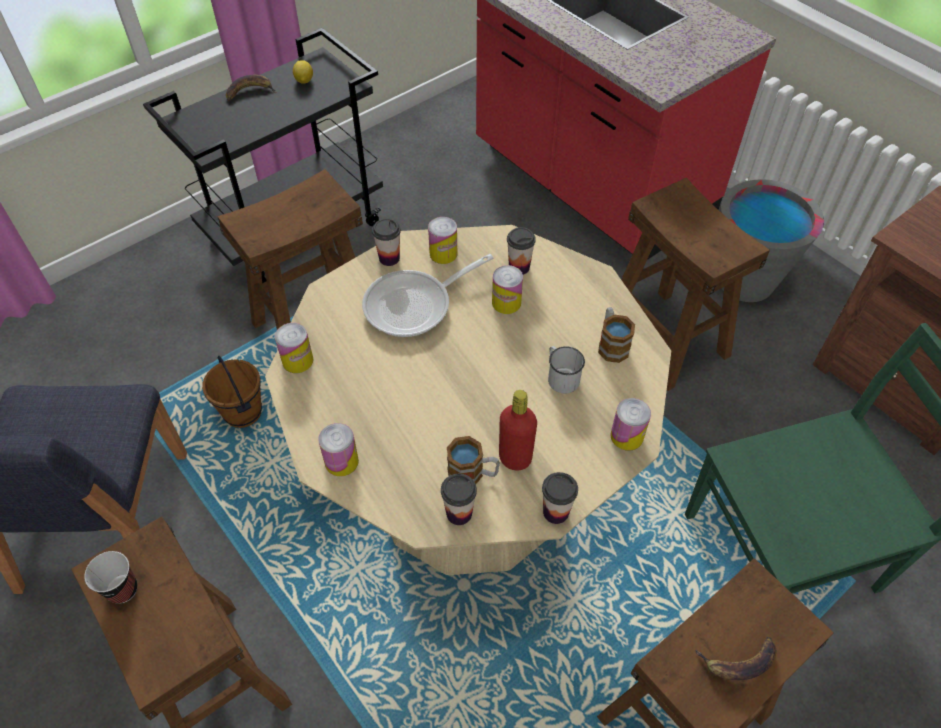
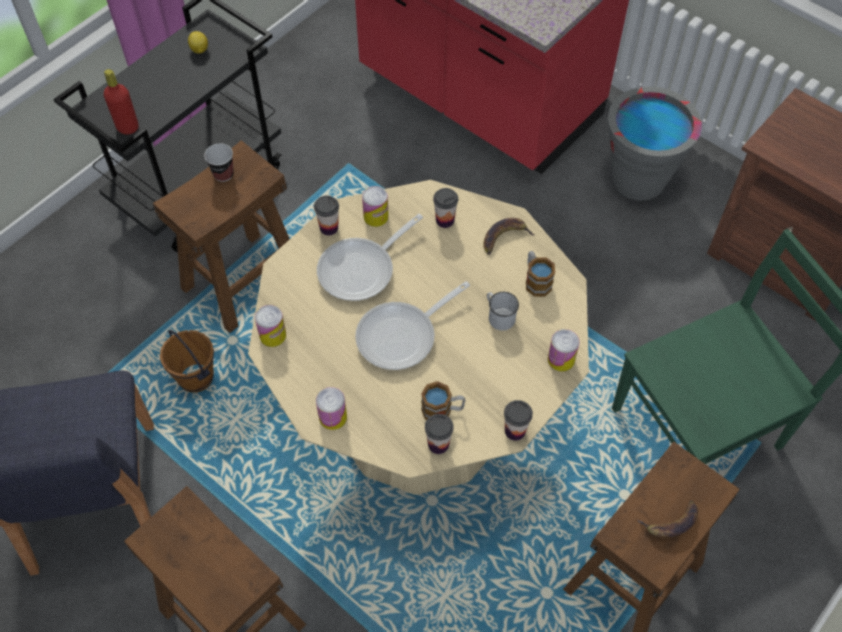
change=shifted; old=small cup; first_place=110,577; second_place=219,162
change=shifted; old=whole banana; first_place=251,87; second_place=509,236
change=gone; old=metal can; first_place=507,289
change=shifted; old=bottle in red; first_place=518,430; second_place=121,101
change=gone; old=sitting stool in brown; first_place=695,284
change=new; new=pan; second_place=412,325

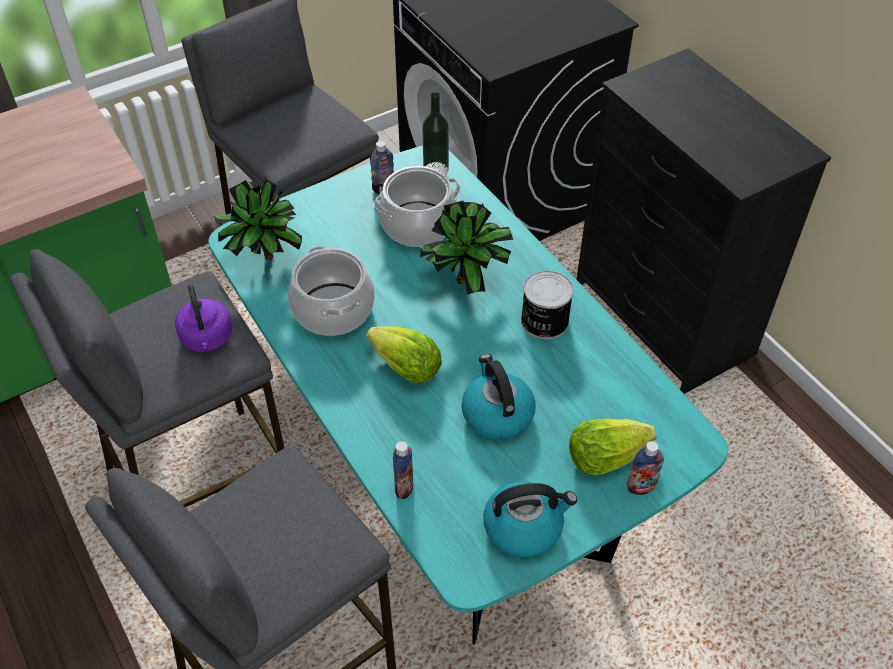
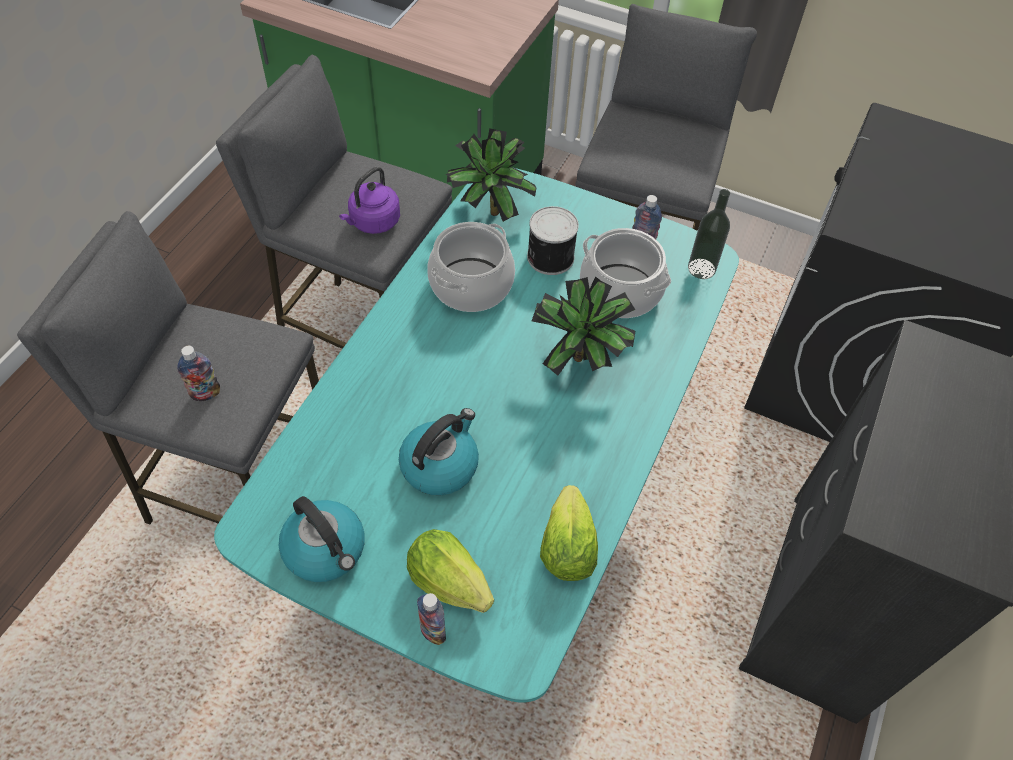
change=shifted; old=lettuce; first_place=404,355; second_place=569,533
change=shifted; old=bottle; first_place=403,470; second_place=198,373
change=shifted; old=metal can; first_place=547,305; second_place=553,240

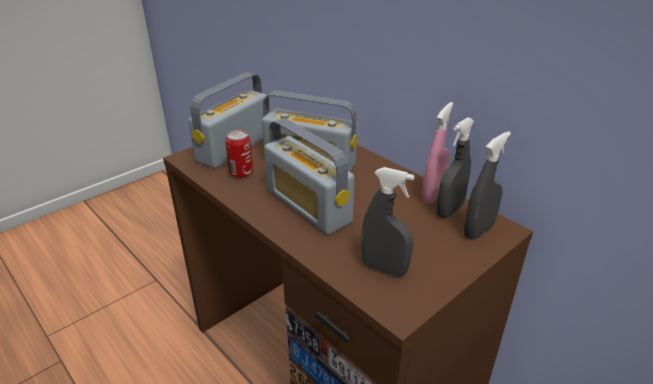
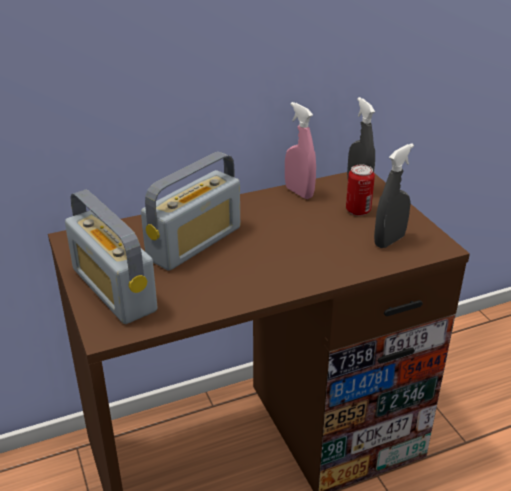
change=shifted; old=metal can; first_place=239,154; second_place=360,190
change=gone; old=radio receiver; first_place=309,176
change=gone; old=hand sprayer in grey; first_place=455,167

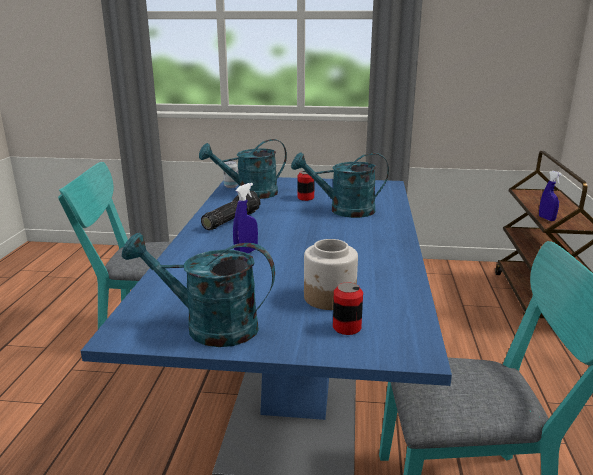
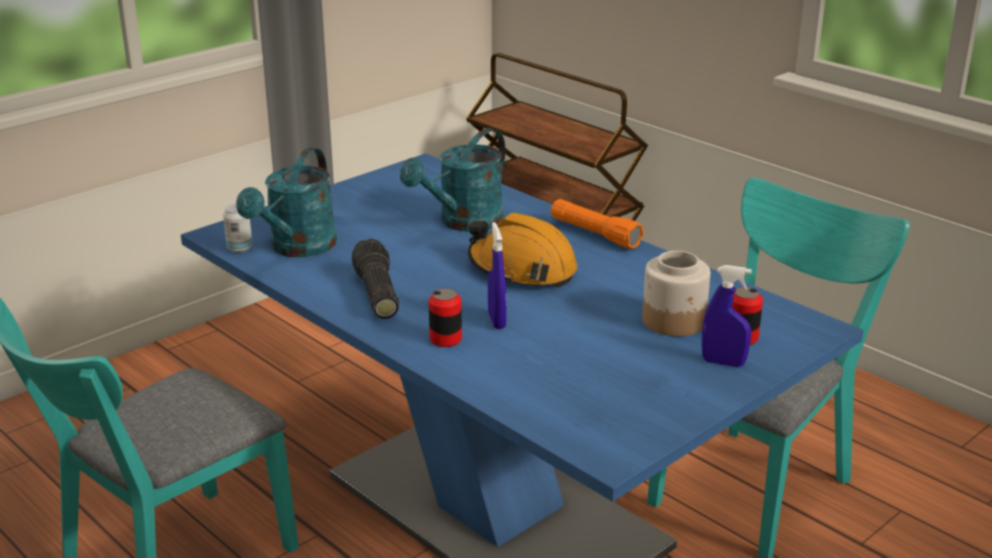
change=gone; old=watering can in blue-green; first_place=198,290
change=shifted; old=metal can; first_place=306,186; second_place=445,318
change=shifted; old=hand sprayer in blue-coloured; first_place=550,196; second_place=726,316
change=new; new=work helmet in orangey; second_place=522,250
change=new; new=hand torch in orangey; second_place=597,224

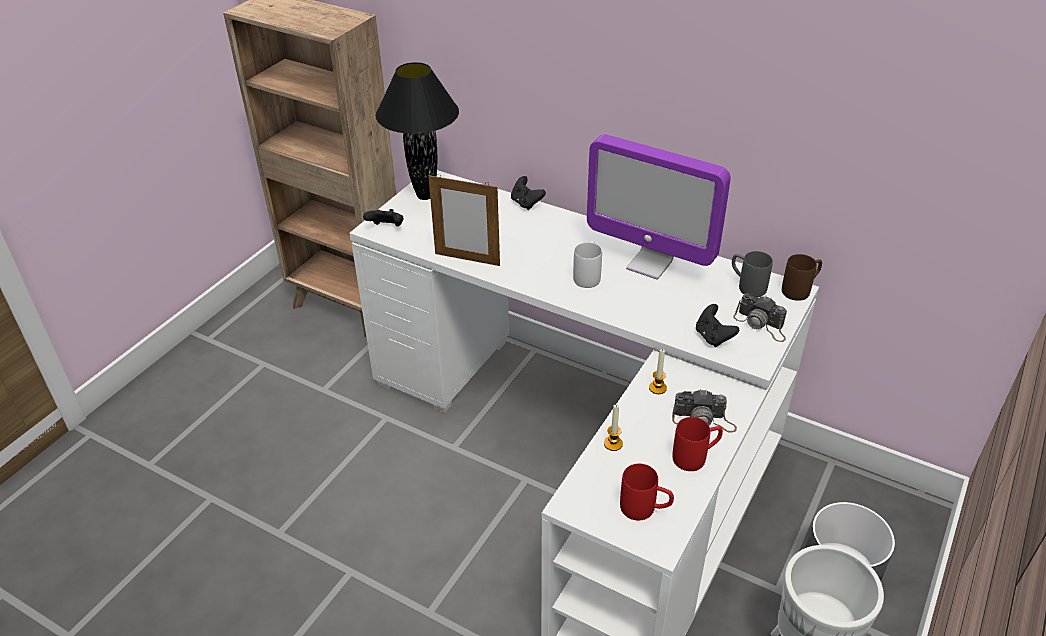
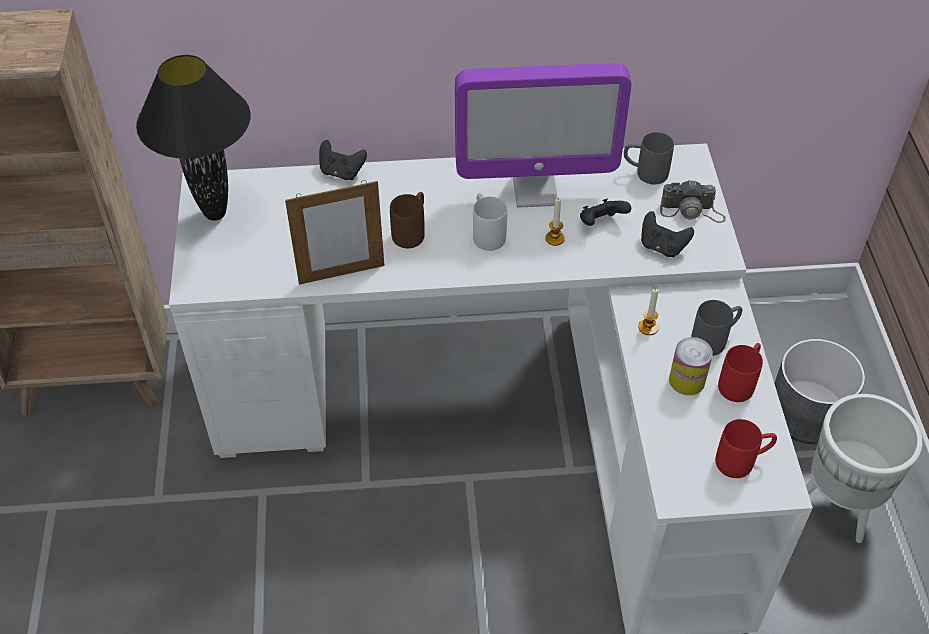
change=shifted; old=joypad in black-coloured; first_place=383,218; second_place=605,212
change=shifted; old=wax candle; first_place=613,428; second_place=555,222
change=swapped; old=still camera; new=mug in grey; first_place=704,411; second_place=716,328
change=shifted; old=mug in brown; first_place=802,277; second_place=407,220
change=new; new=metal can; second_place=691,366

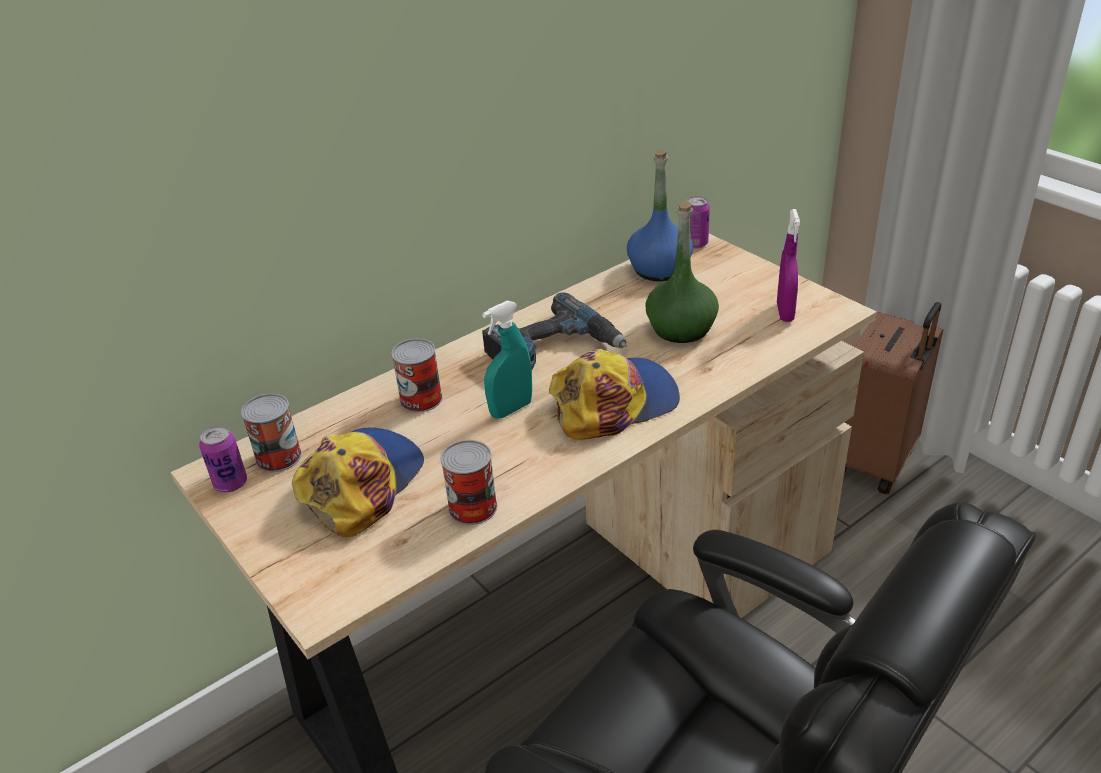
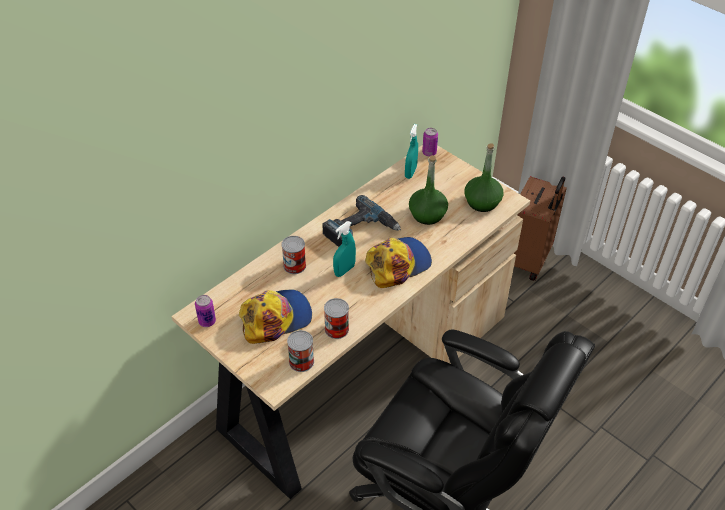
change=shifted; old=metal can; first_place=271,433; second_place=300,351
change=rotated; old=baseball cap; first_place=358,482; second_place=275,317; degrees=45
change=swapped; old=bottle in blue-coloured; new=hand sprayer in blue-green; first_place=660,215; second_place=411,151
change=swapped; old=hand sprayer in purple; new=bottle in green; first_place=788,265; second_place=484,177

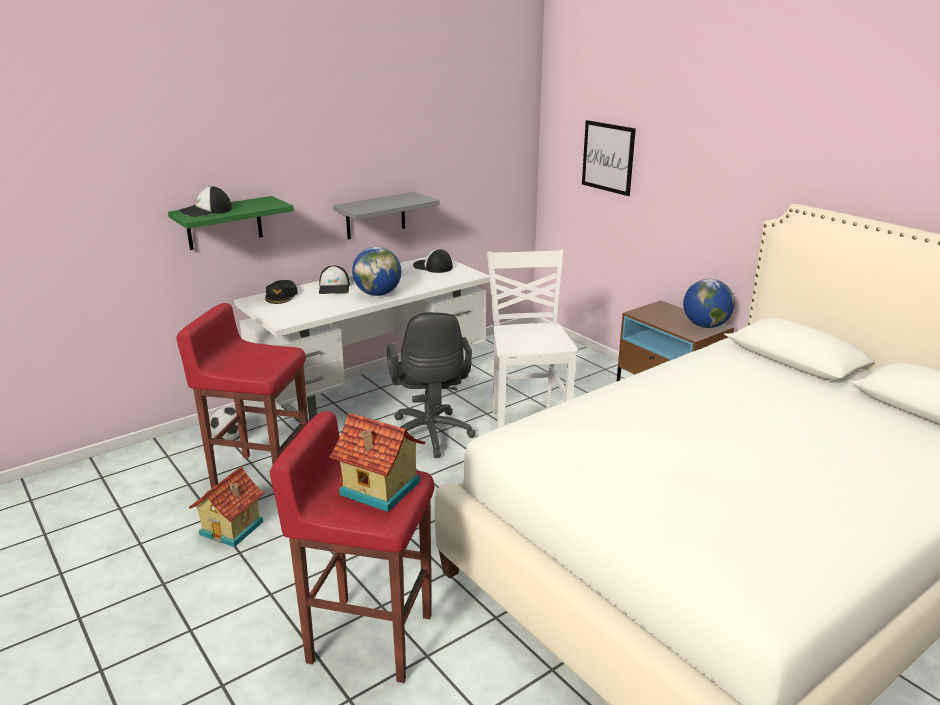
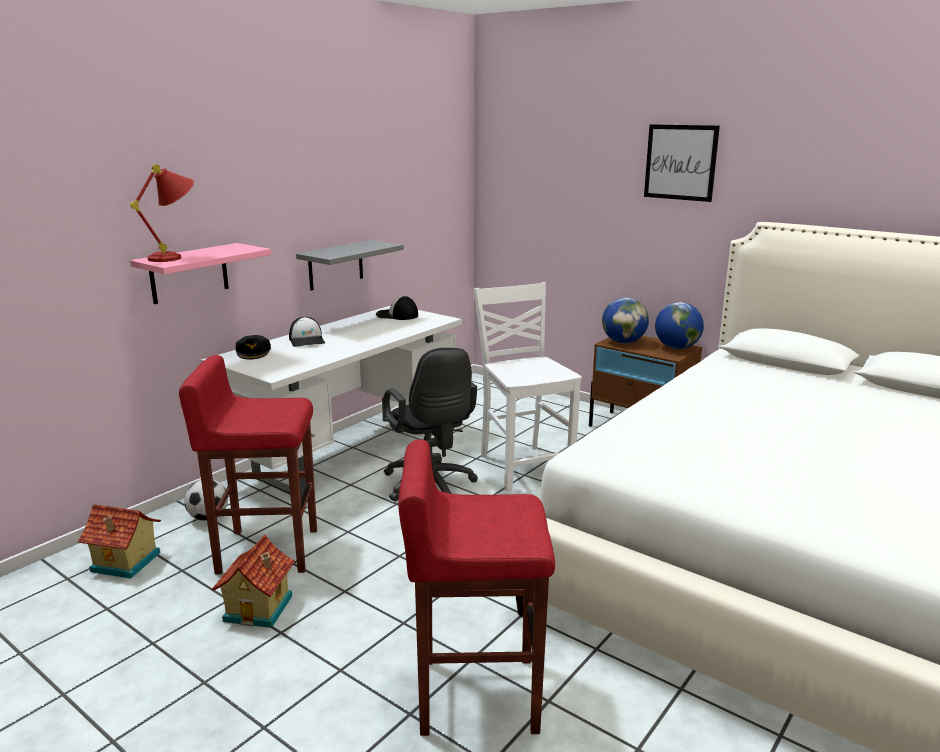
change=repainted; old=bracket shelf in green; new=bracket shelf in pinkish; first_place=231,223; second_place=201,273
change=swapped; old=baseball cap; new=tabletop lamp in red; first_place=205,201; second_place=162,213
change=shifted; old=model house; first_place=377,462; second_place=119,541
change=shifted; old=desk globe; first_place=376,271; second_place=625,320
change=shifted; old=wall art; first_place=609,158; second_place=682,163

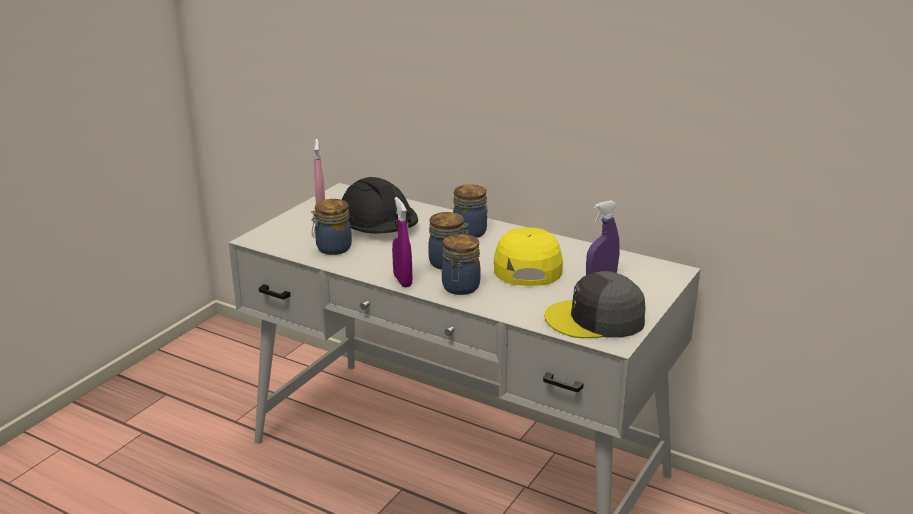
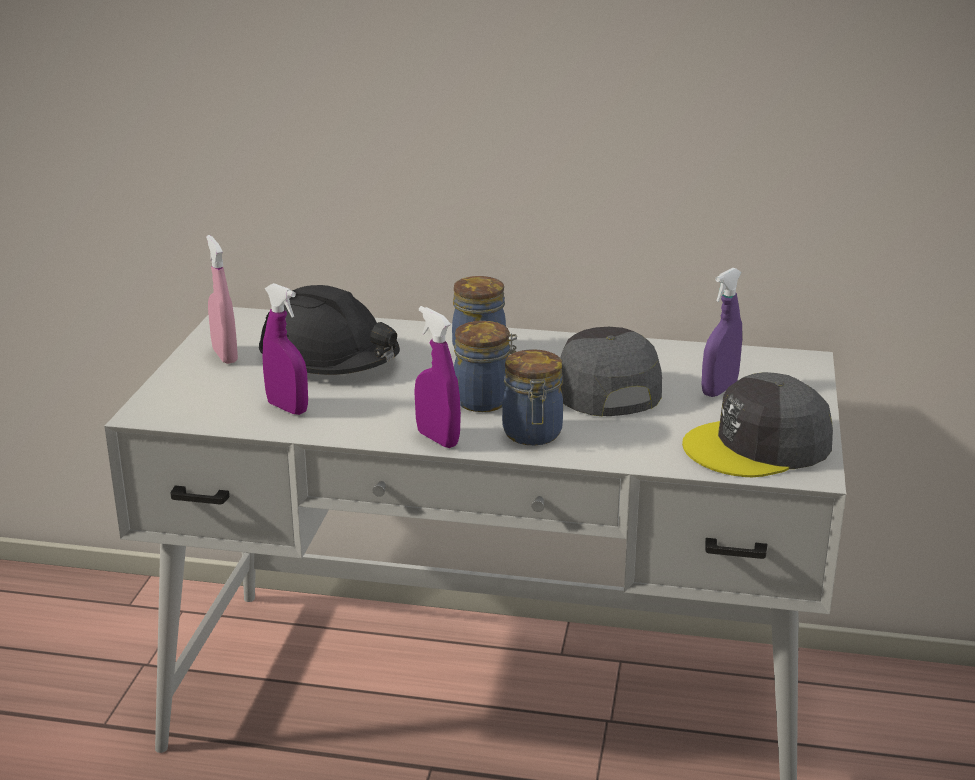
change=swapped; old=jar; new=hand sprayer in purple; first_place=331,227; second_place=285,349
change=repainted; old=baseball cap in yellow; new=baseball cap in grey; first_place=528,256; second_place=611,371

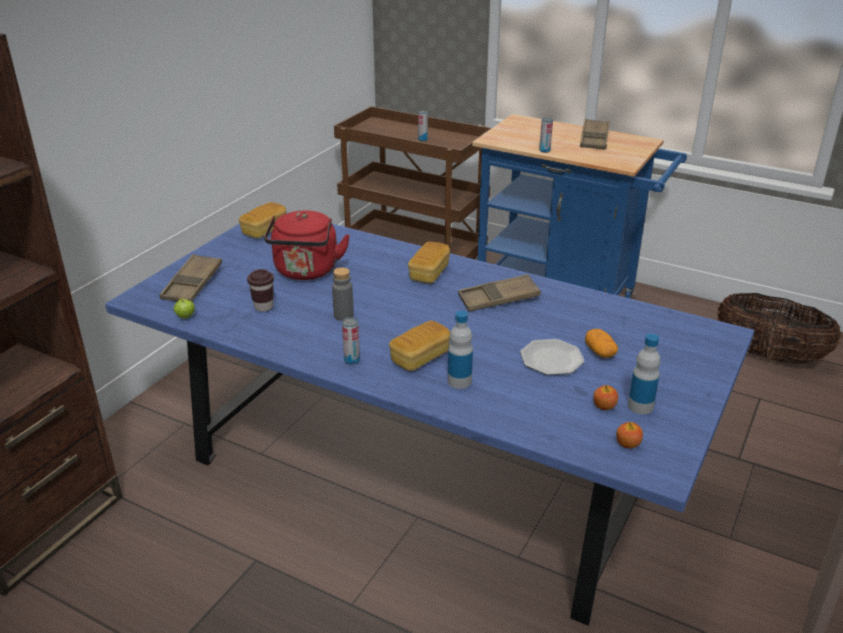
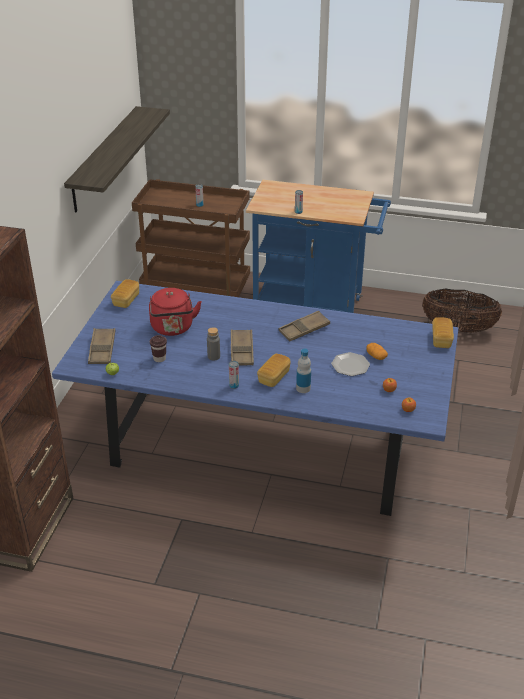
change=shifted; old=bakery bread; first_place=429,262; second_place=443,332
change=shifted; old=serving tray in brown; first_place=595,134; second_place=242,347
change=gone; old=bottle; first_place=644,374
change=new; new=bracket shelf; second_place=117,159

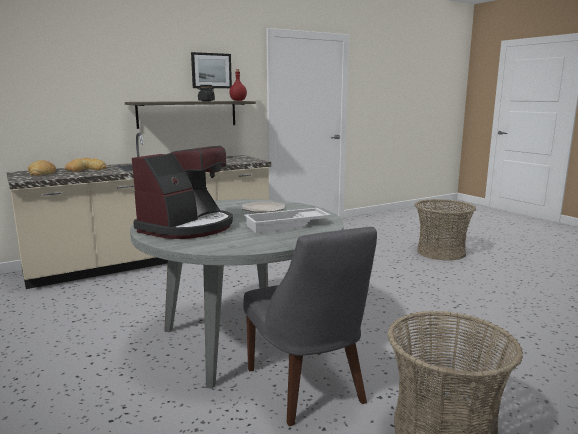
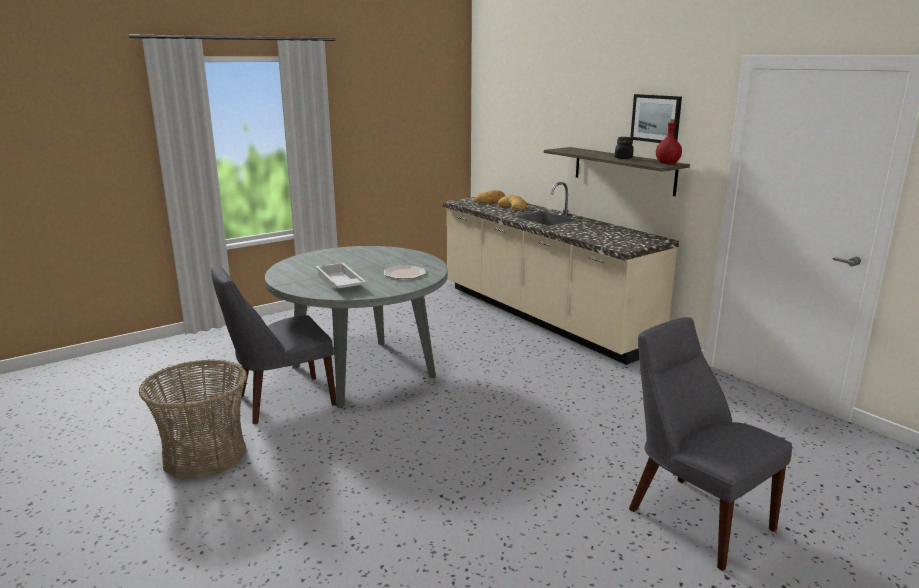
change=gone; old=coffee maker; first_place=182,192
change=swapped; old=storage basket; new=chair in grey; first_place=445,230; second_place=710,444

